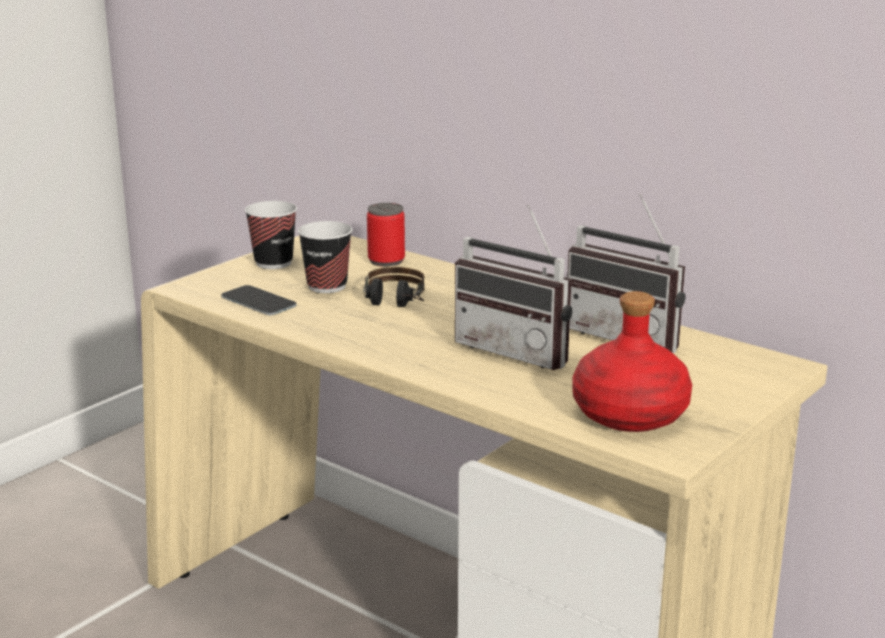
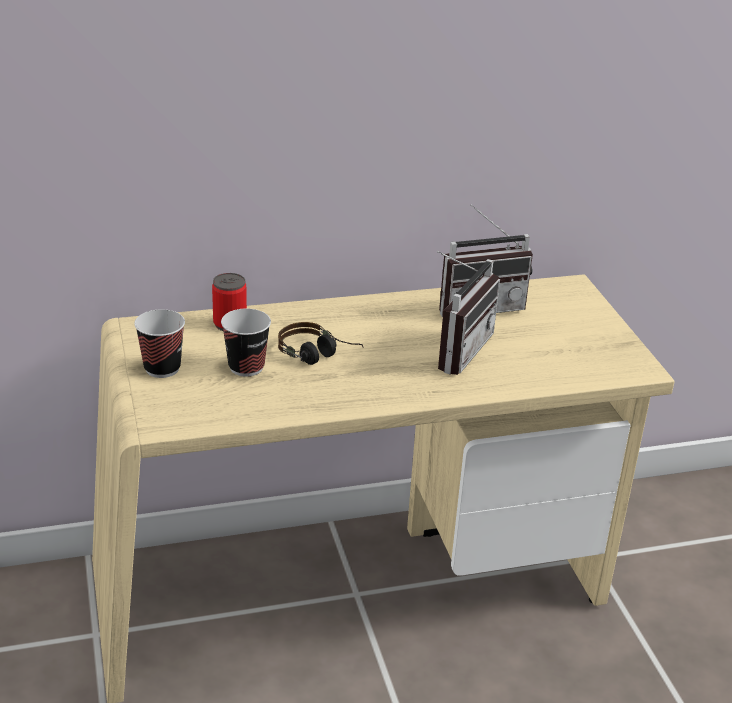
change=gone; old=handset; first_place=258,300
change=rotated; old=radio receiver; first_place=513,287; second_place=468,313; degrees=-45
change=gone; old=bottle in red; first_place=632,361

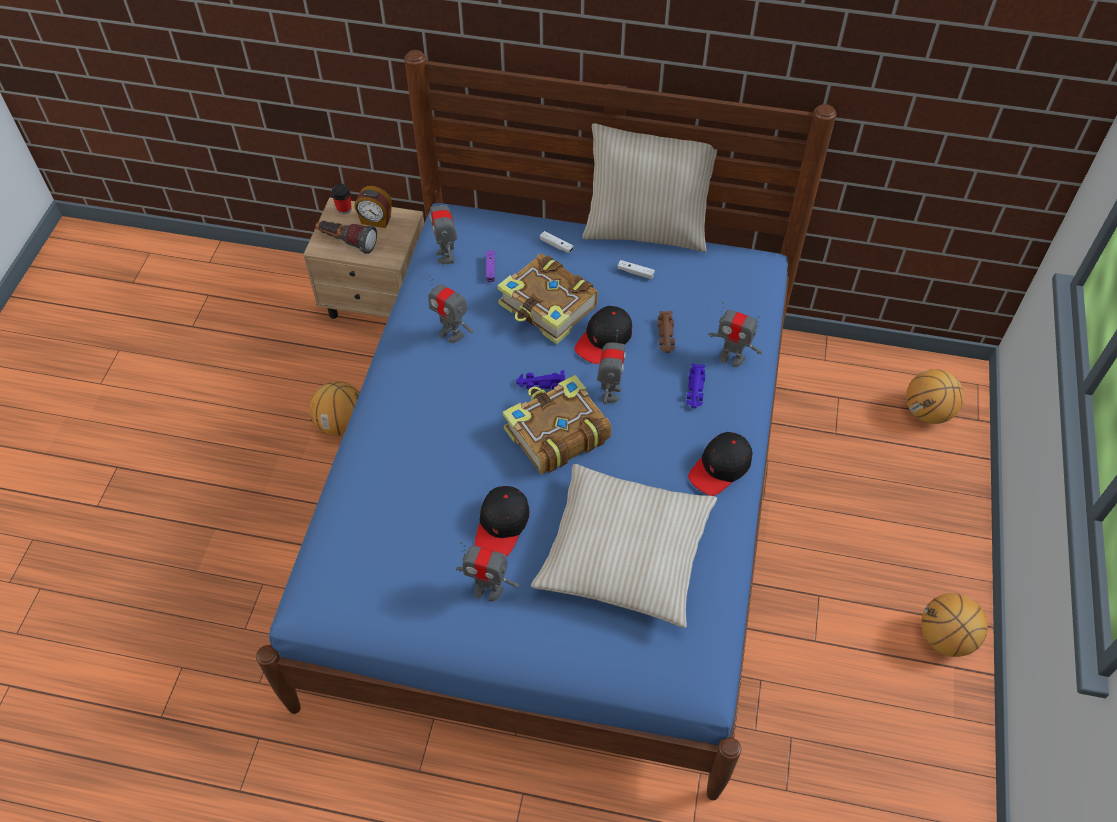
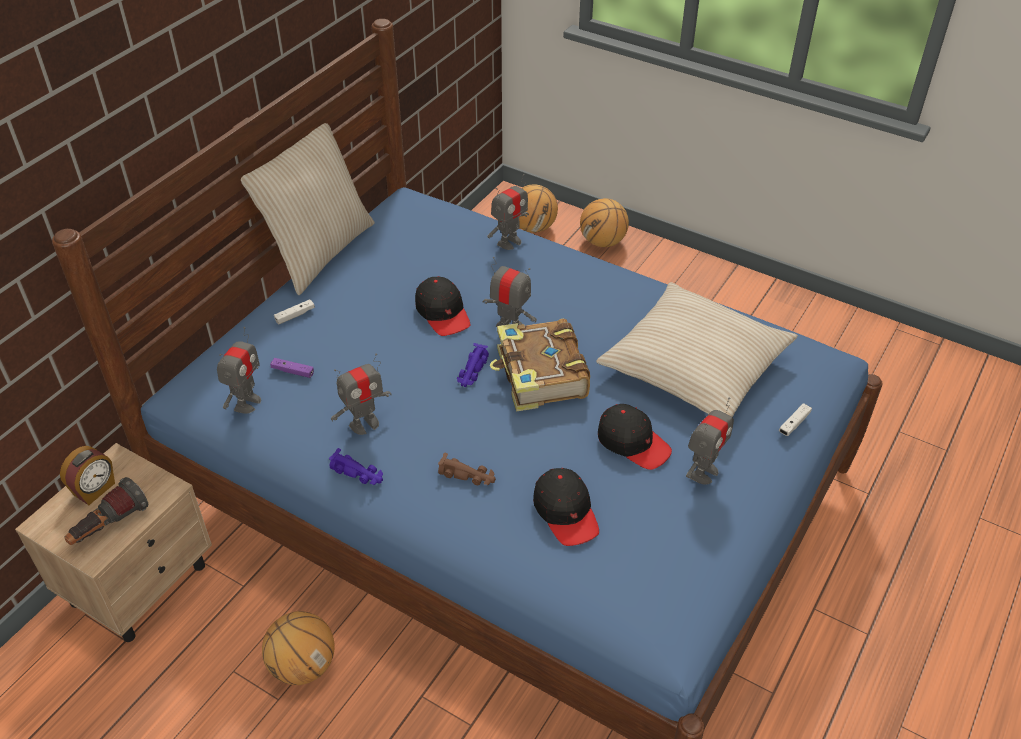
change=gone; old=small cup; first_place=341,199
change=rotated; old=robot figure; first_place=443,228; second_place=239,370; degrees=-75
change=gone; old=volume; first_place=547,299
change=shifted; old=joypad in white-coloured; first_place=636,269; second_place=795,419
change=shifted; old=miniature car in brown; first_place=666,332; second_place=467,469
change=shifted; old=miniature car in purple; first_place=695,386; second_place=356,466
change=shifted; old=baseball cap in black-coloured; first_place=720,464; second_place=566,507
change=shifted; old=basketball; first_place=954,625; second_place=604,222

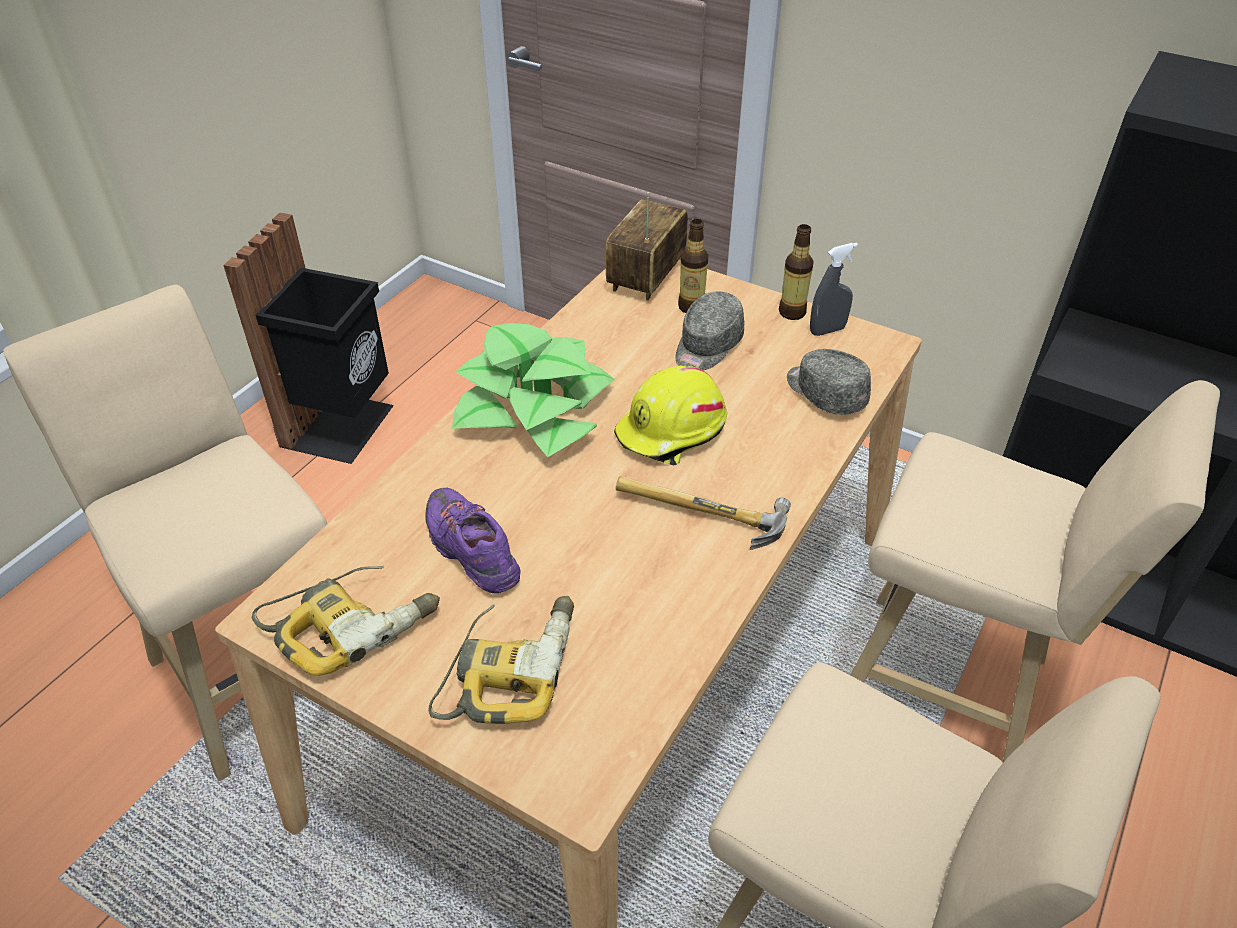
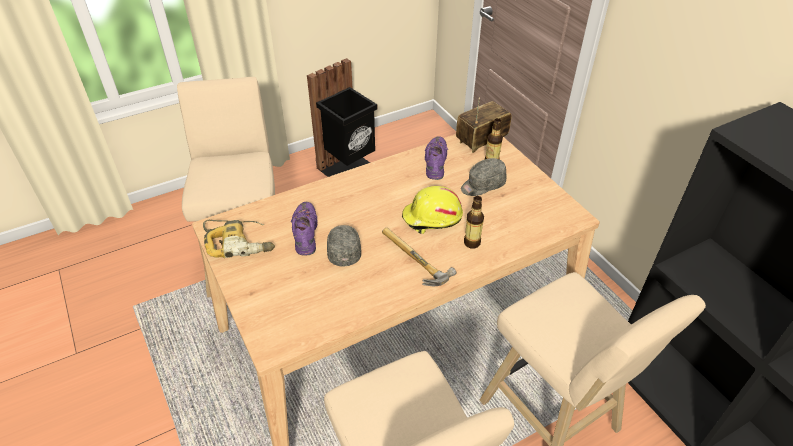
change=gone; old=power drill; first_place=501,660
change=gone; old=plant in a pot; first_place=533,390
change=shifted; old=bottle; first_place=796,272; second_place=474,222
change=shifted; old=baseball cap in grey; first_place=829,382; second_place=344,245
change=gone; old=hand sprayer in grey; first_place=834,289
change=new; new=item of footwear in purple; second_place=436,158

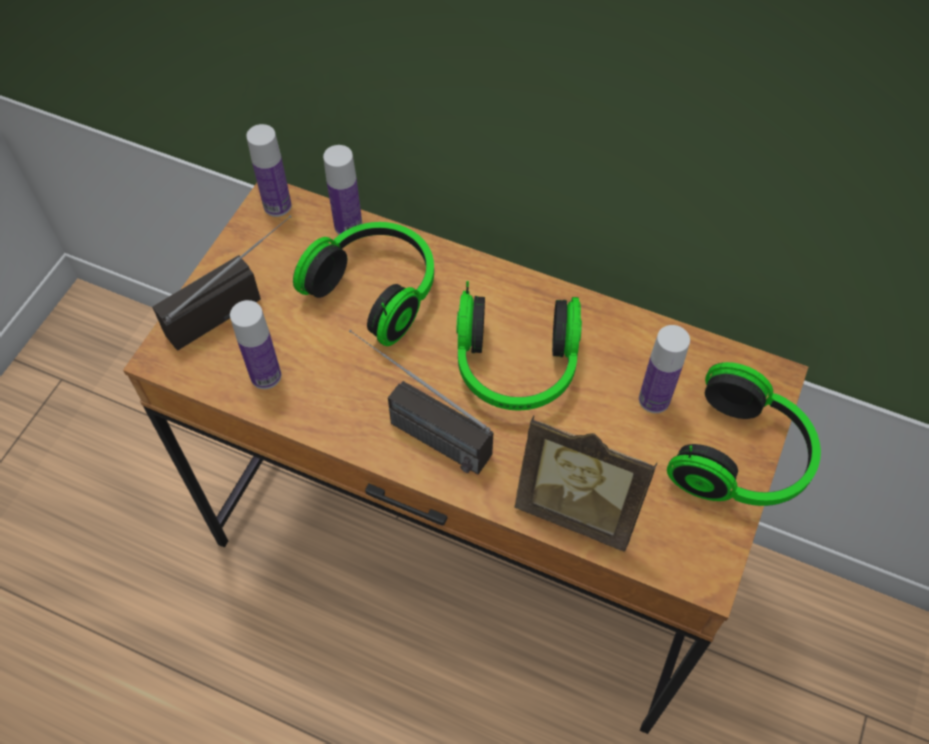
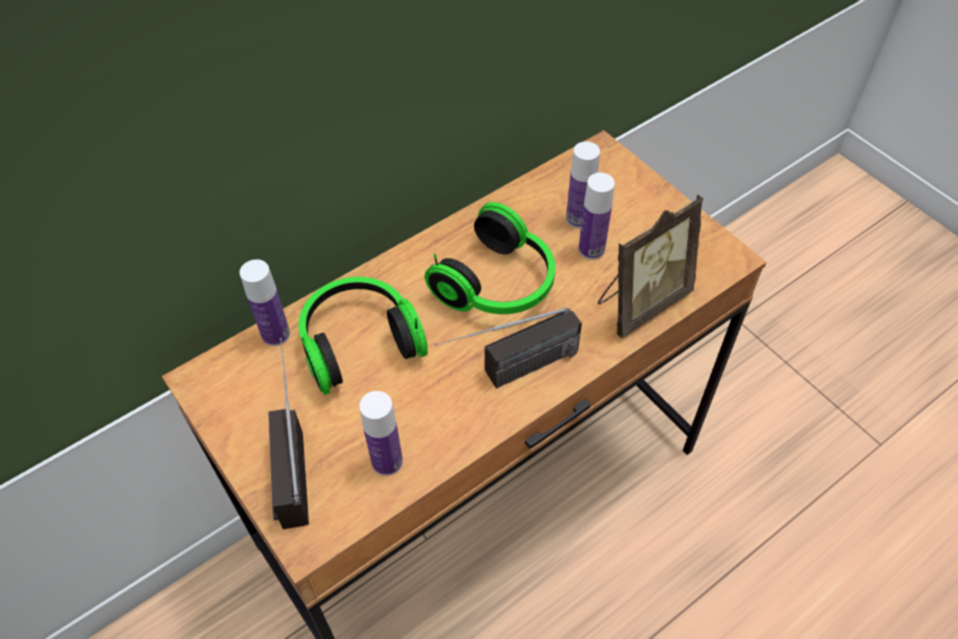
change=shifted; old=bottle; first_place=269,170; second_place=597,216
change=gone; old=headset; first_place=744,434

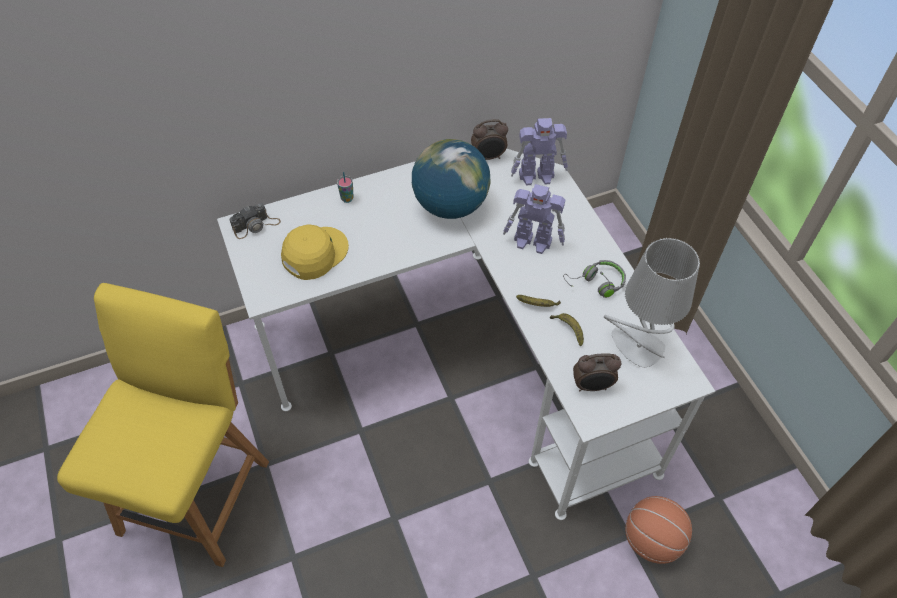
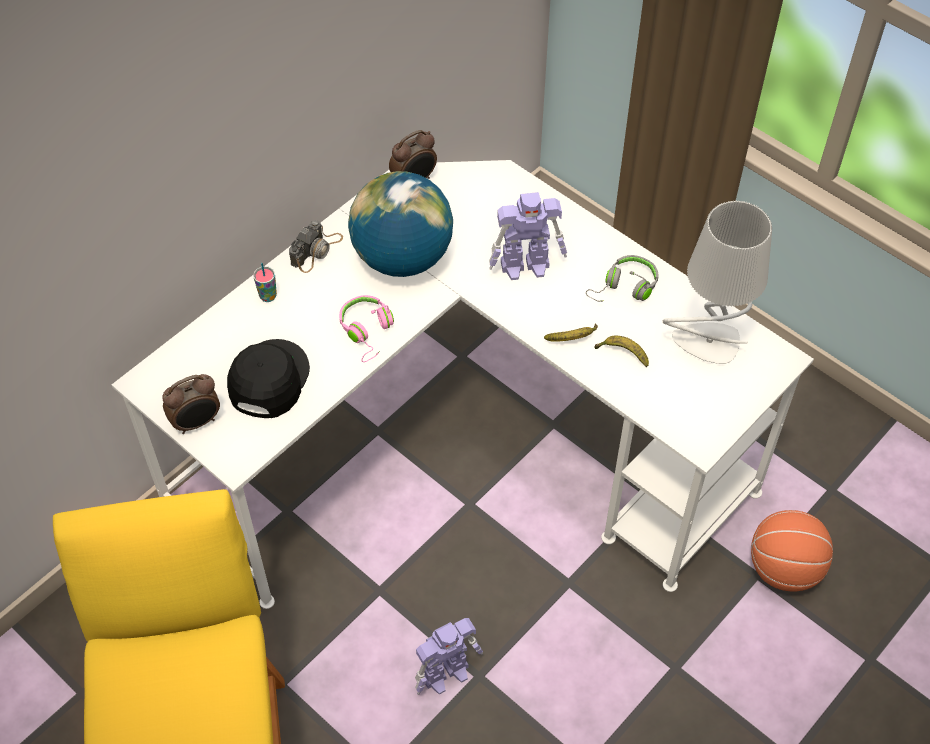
change=shifted; old=still camera; first_place=255,221; second_place=316,246
change=repainted; old=baseball cap in yellow; new=baseball cap in black-coloured; first_place=315,252; second_place=268,378
change=shifted; old=robot figure; first_place=539,151; second_place=449,656
change=shifted; old=bedside clock; first_place=597,372; second_place=191,404
change=new; new=headset in pinkish; second_place=366,328

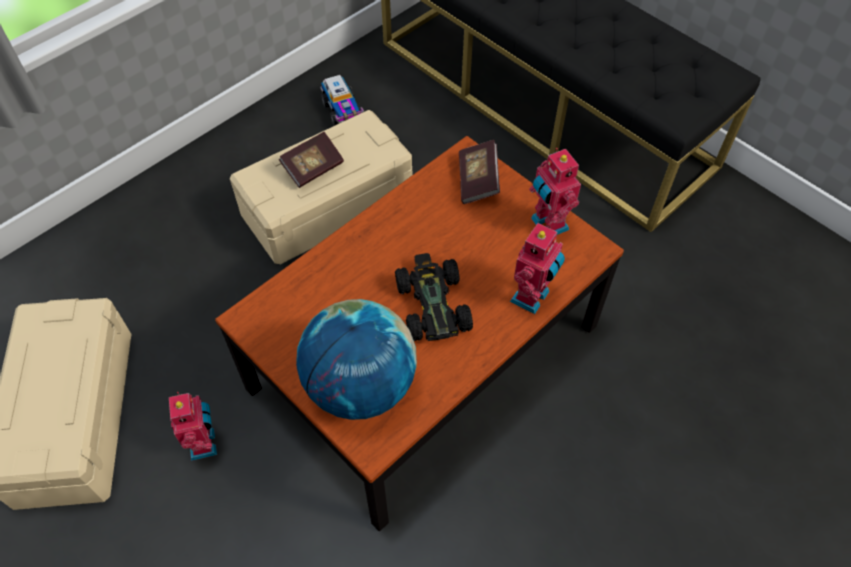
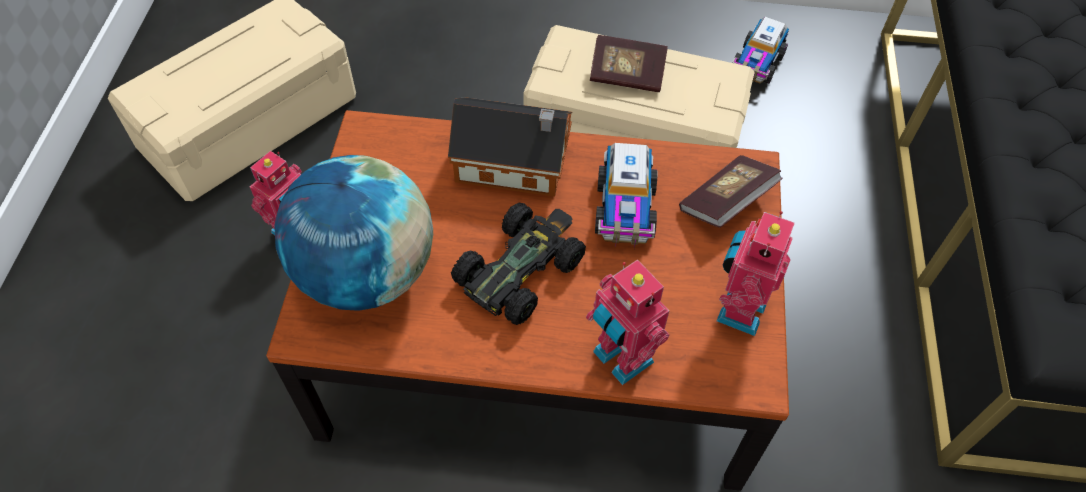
change=rotated; old=robot figure; first_place=537,268; second_place=628,322; degrees=60
change=new; new=model house; second_place=510,147
change=new; new=model truck; second_place=626,195

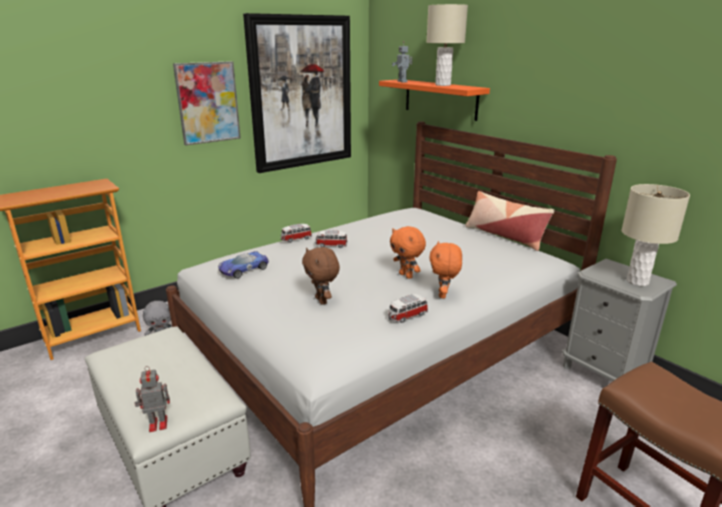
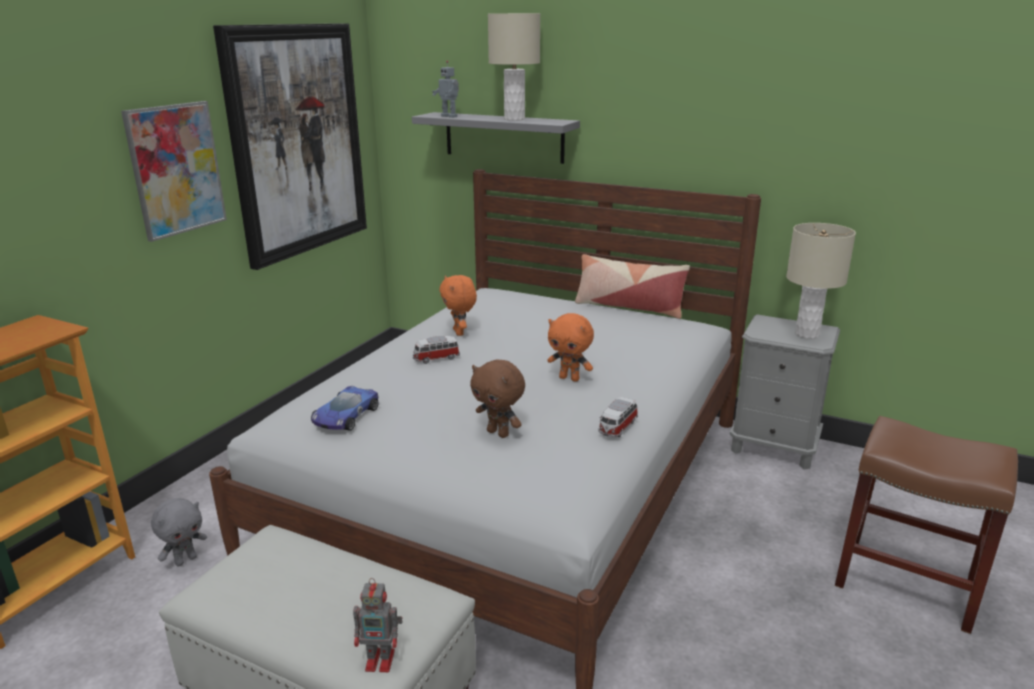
change=rotated; old=robot figure; first_place=152,399; second_place=378,625; degrees=-135
change=gone; old=miniature car; first_place=296,233
change=repainted; old=bracket shelf in orangey; new=bracket shelf in grey; first_place=434,100; second_place=496,138
change=shifted; old=soft toy in orangey; first_place=445,270; second_place=458,305

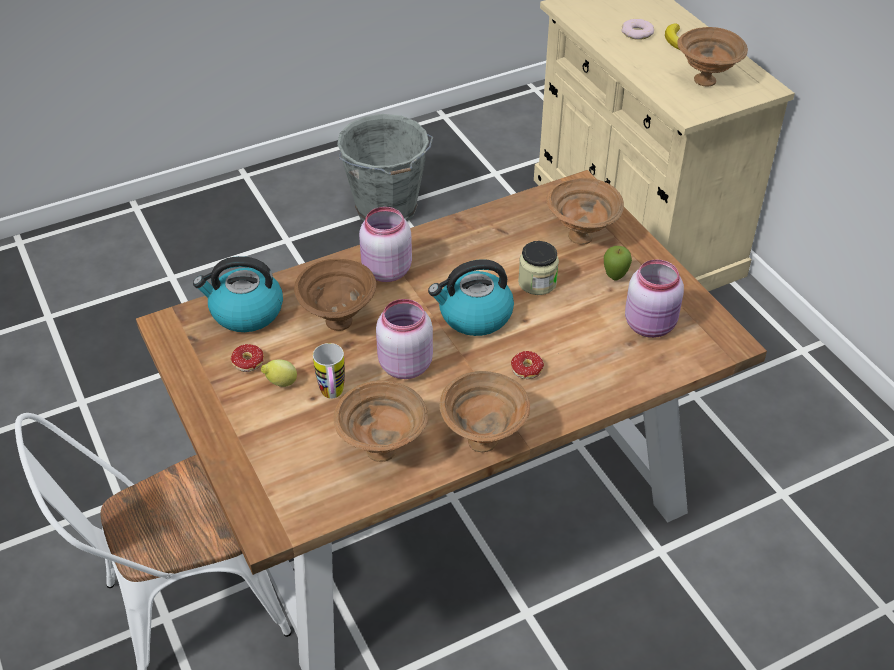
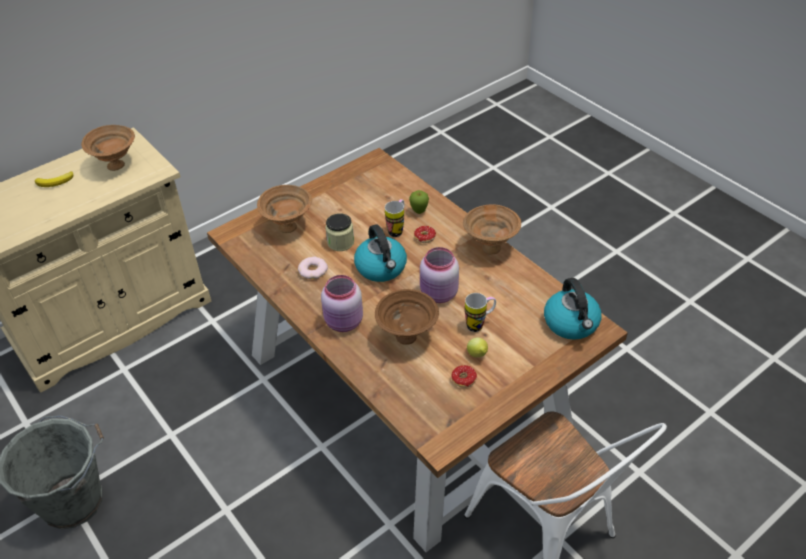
change=shifted; old=water kettle; first_place=238,294; second_place=573,309
change=gone; old=serving bowl in brown; first_place=380,421
change=shifted; old=apple; first_place=618,263; second_place=419,202
change=shifted; old=doughnut; first_place=638,29; second_place=313,268
change=gone; old=jar in pinkish; first_place=654,298
change=new; new=mug; second_place=394,218

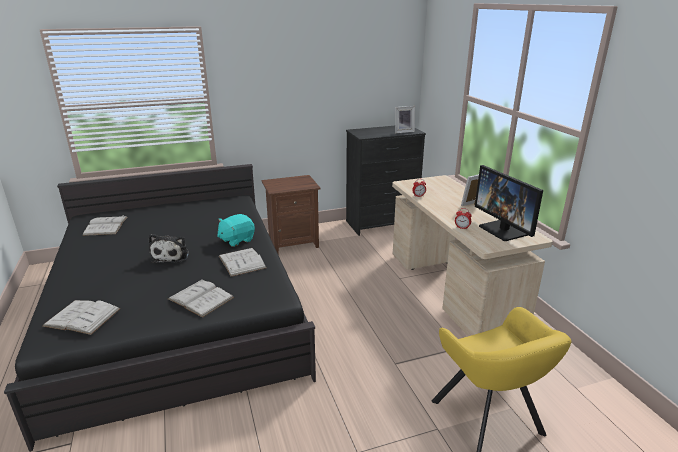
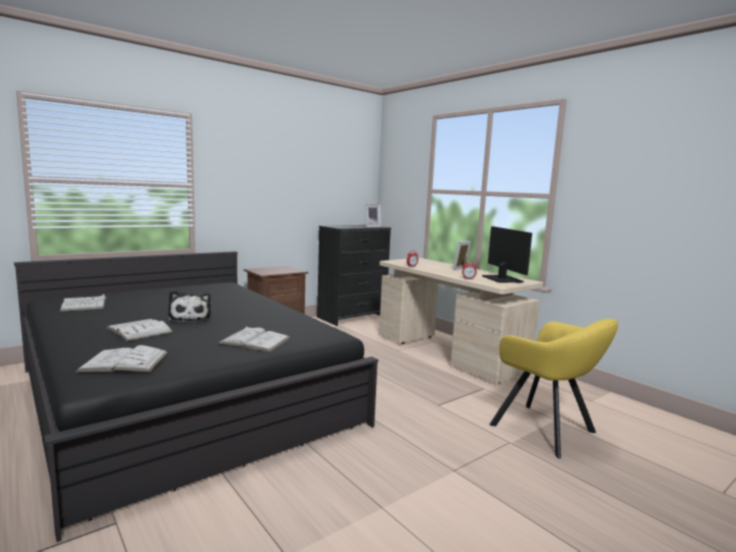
change=gone; old=soft toy in blue-green; first_place=236,230
change=shifted; old=volume in white-coloured; first_place=243,262; second_place=139,330
change=rotated; old=computer display; first_place=509,203; second_place=507,254; degrees=-150

